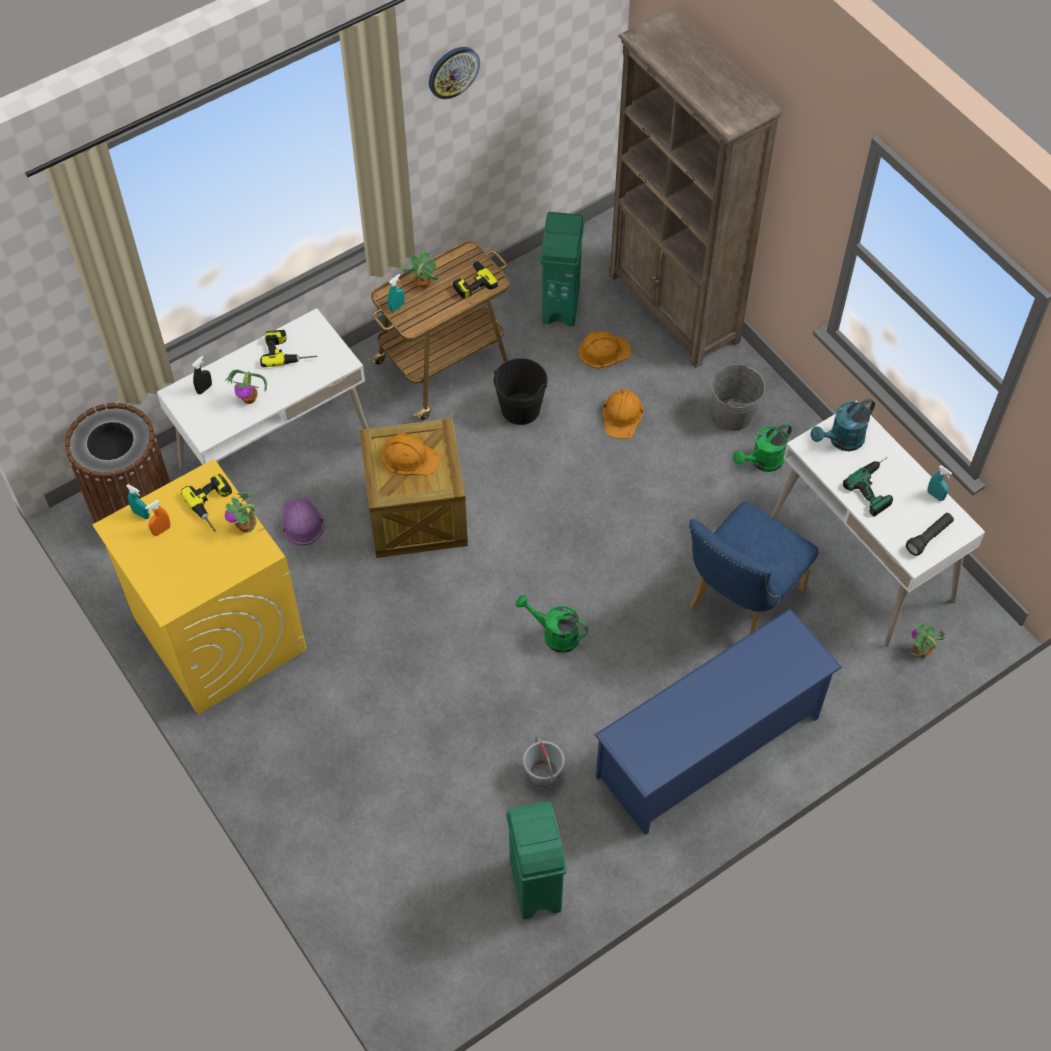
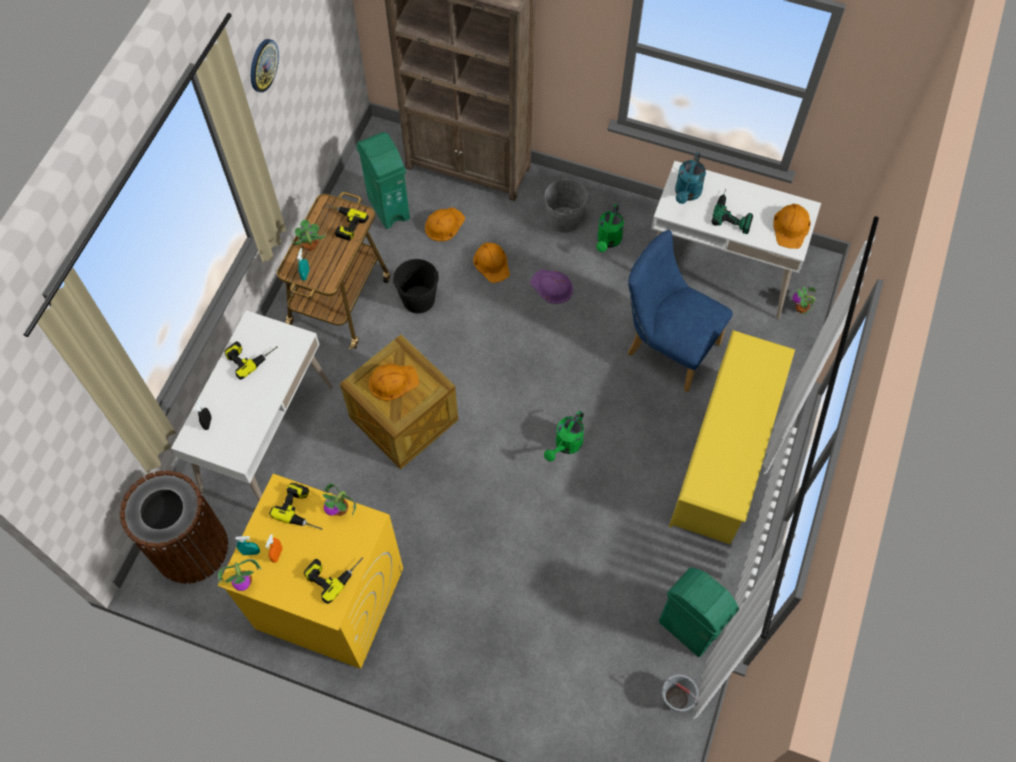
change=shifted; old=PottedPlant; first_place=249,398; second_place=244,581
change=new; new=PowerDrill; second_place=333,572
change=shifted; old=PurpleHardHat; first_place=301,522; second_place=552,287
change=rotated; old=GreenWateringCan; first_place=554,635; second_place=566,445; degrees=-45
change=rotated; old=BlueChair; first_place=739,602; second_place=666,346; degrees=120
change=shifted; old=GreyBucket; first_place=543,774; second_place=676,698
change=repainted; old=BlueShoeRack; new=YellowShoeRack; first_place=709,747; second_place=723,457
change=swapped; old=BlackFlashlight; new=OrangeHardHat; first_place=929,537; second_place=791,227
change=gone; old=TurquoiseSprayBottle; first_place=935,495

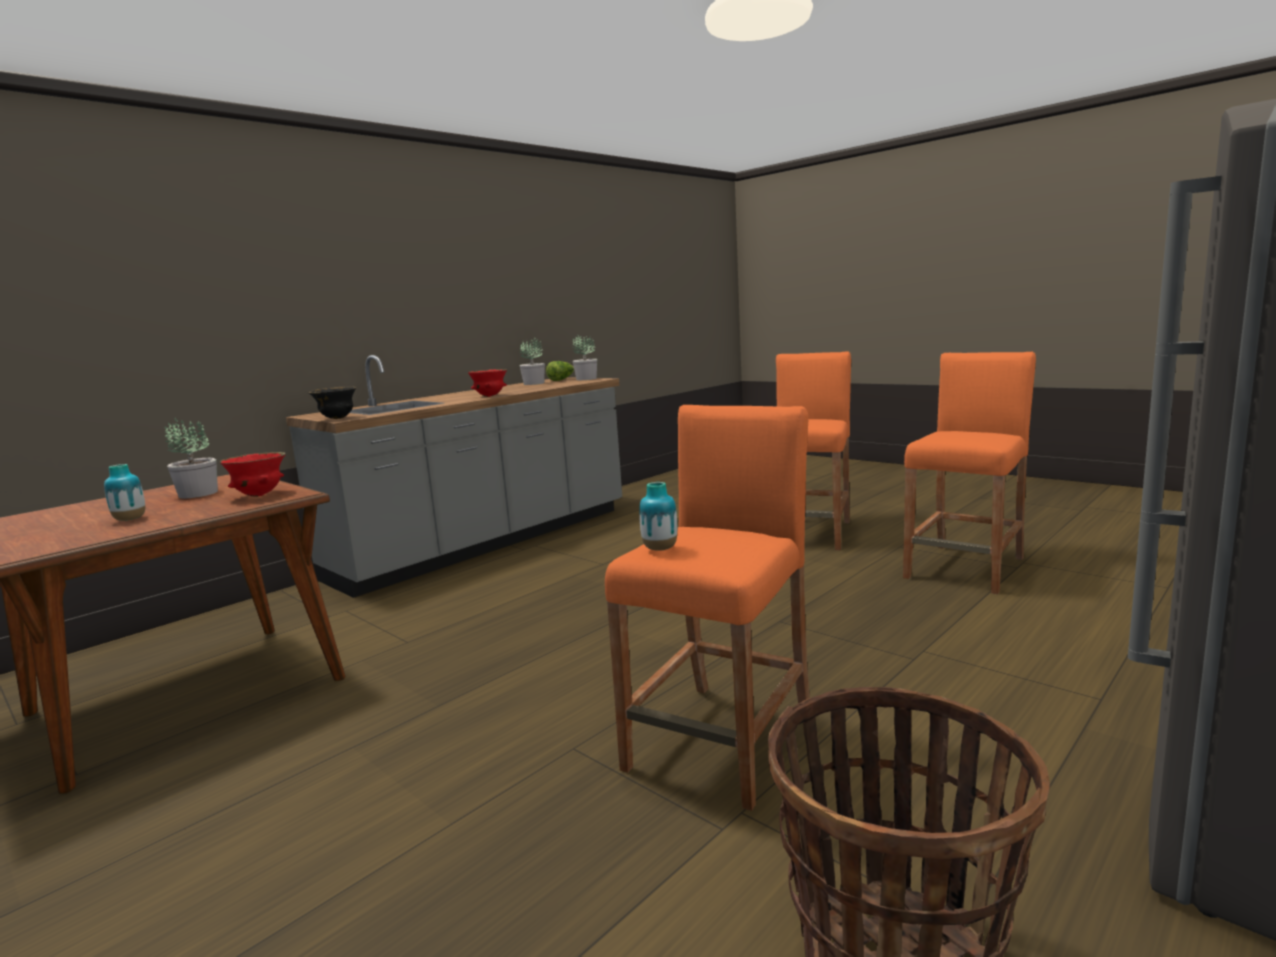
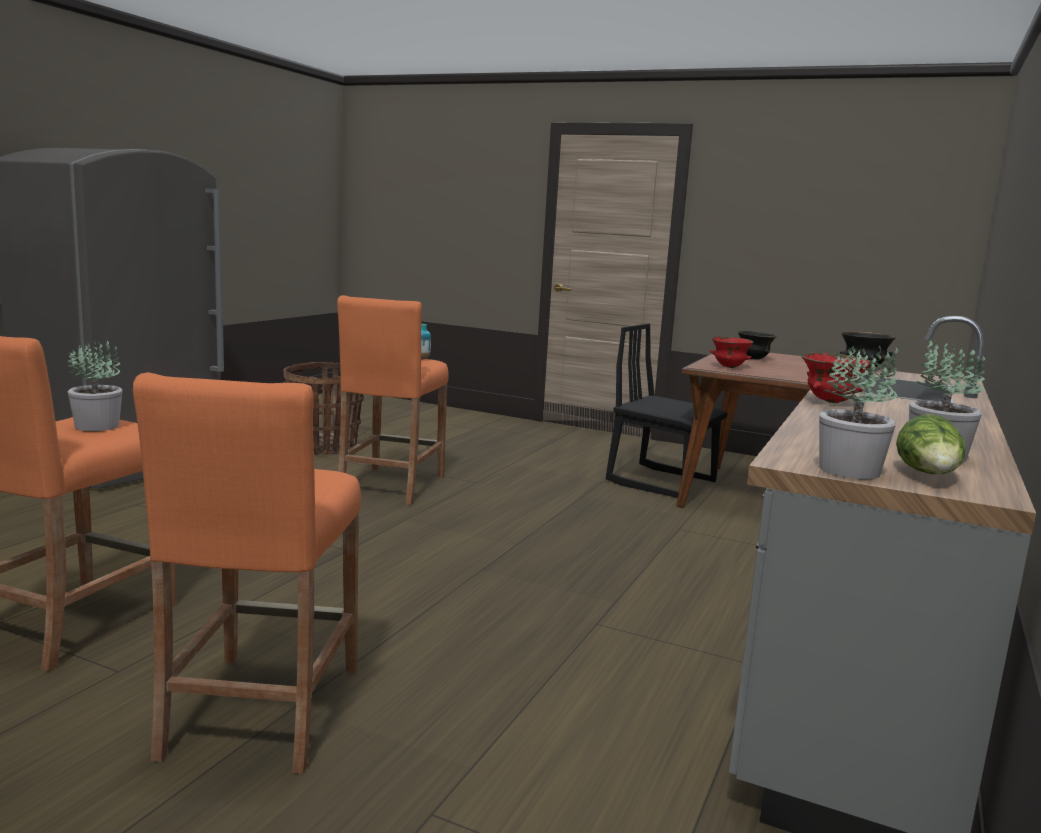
change=shifted; old=PottedPlant; first_place=197,494; second_place=98,426
change=new; new=BlackChair; second_place=661,482
change=swapped; old=Vase; new=BlackBowl; first_place=130,519; second_place=753,359

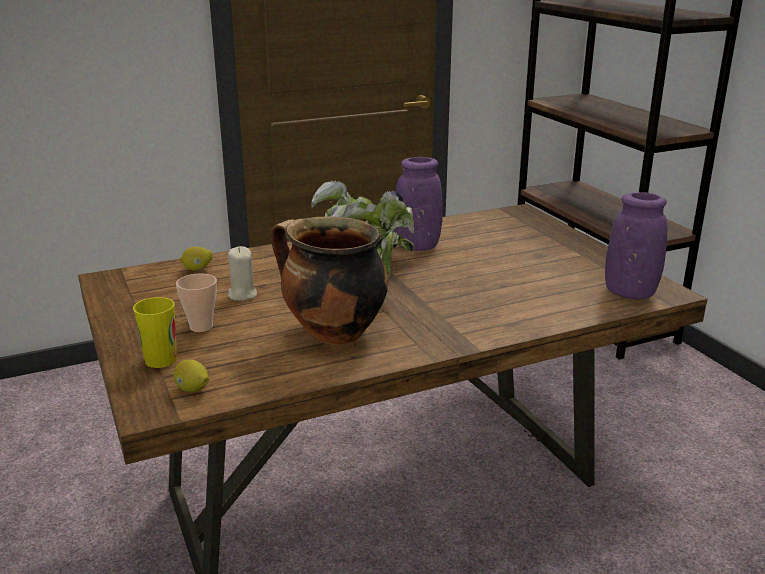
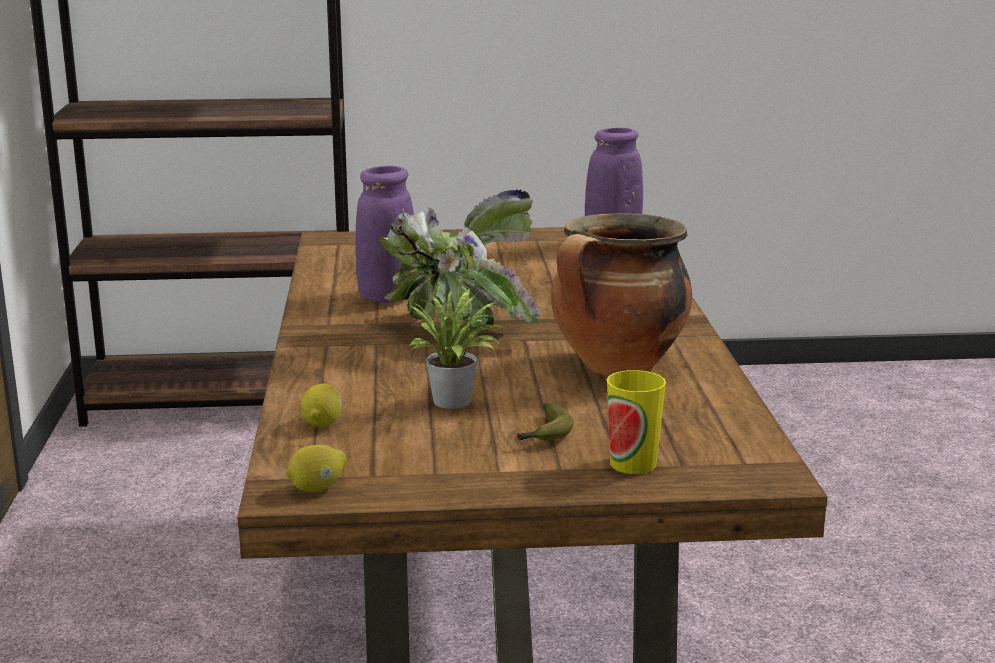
change=shifted; old=Lemon; first_place=192,390; second_place=317,488
change=swapped; old=BeigeCandle; new=PottedPlant; first_place=242,295; second_place=455,403
change=swapped; old=Cup; new=Banana; first_place=201,327; second_place=545,434

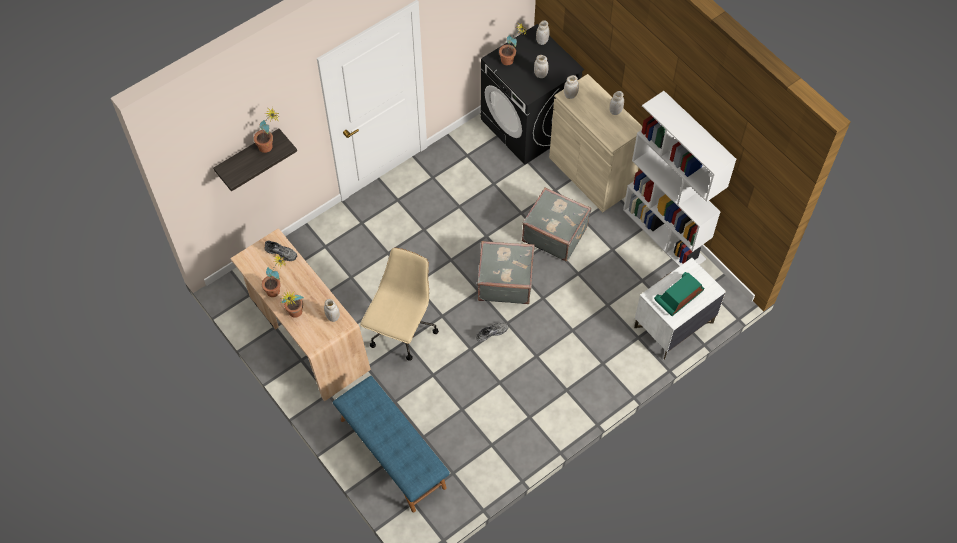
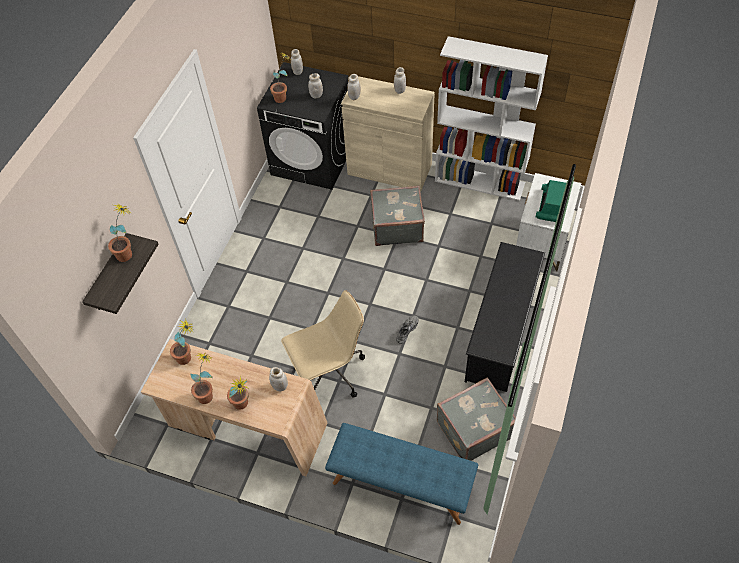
change=swapped; old=GreyShoe; new=PottedPlant; first_place=281,252; second_place=188,358
change=rotated; old=BeigeOfficeChair; first_place=401,330; second_place=329,374; degrees=75
change=shifted; old=GreySuitcase; first_place=504,281; second_place=473,429
change=new; new=BlackShoeRack; second_place=501,333

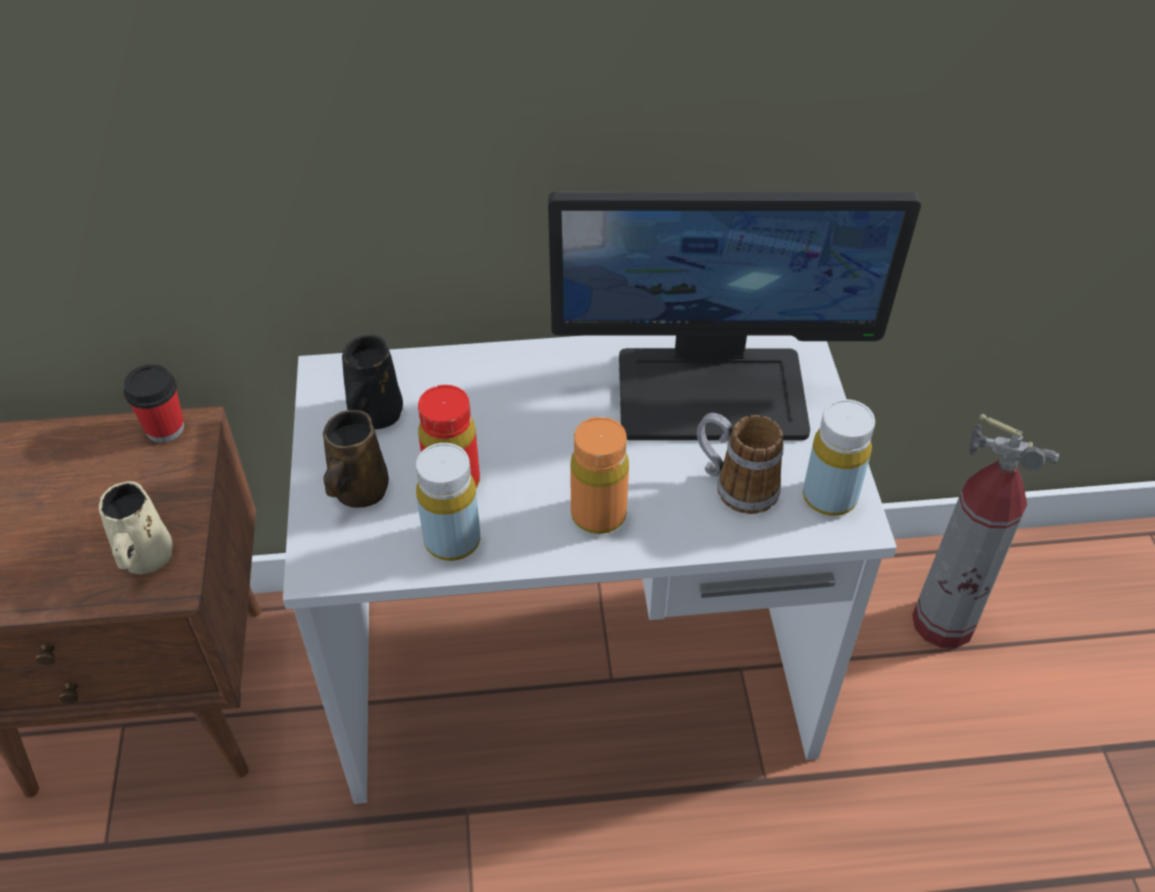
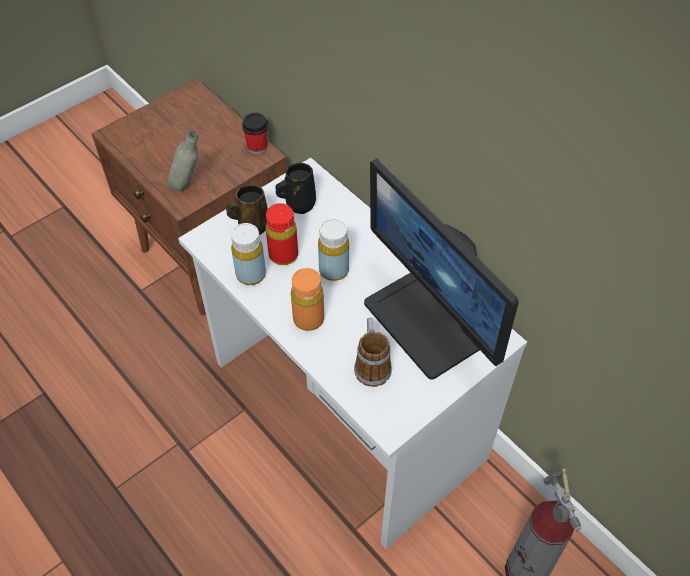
change=swapped; old=BeigeMug; new=GreyBottle; first_place=145,558; second_place=188,187
change=shifted; old=YellowBottle; first_place=829,497; second_place=334,270

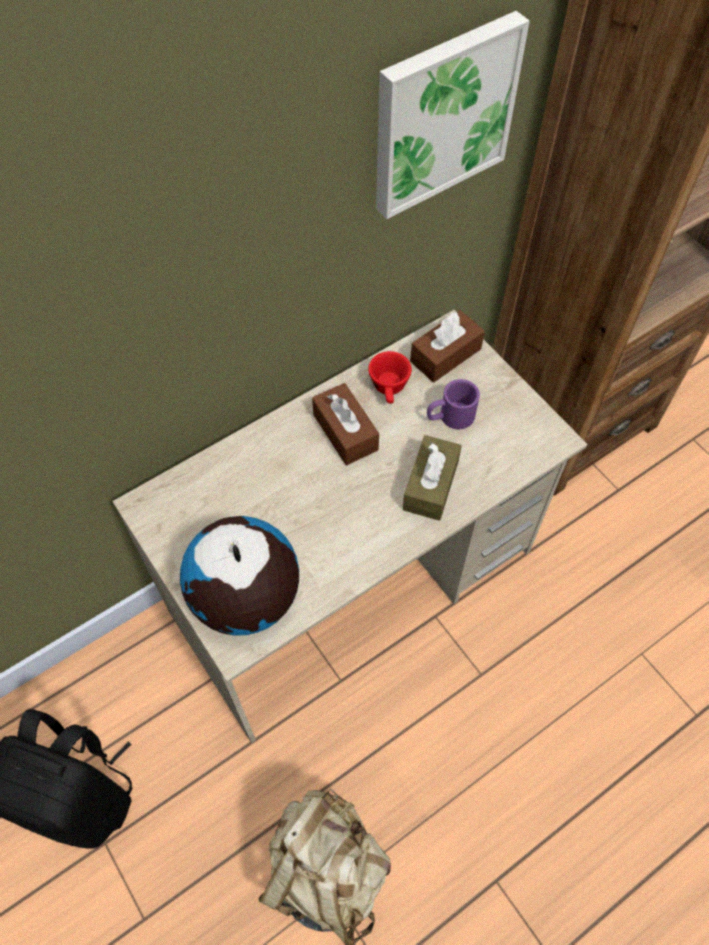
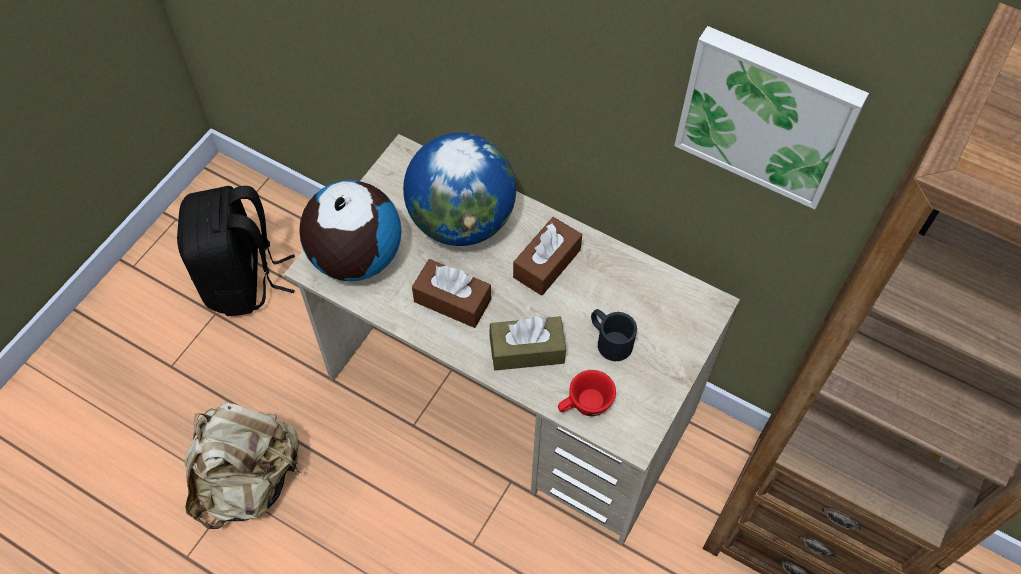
change=new; new=Globe; second_place=462,221
change=shifted; old=BrownTissueBox; first_place=445,355; second_place=452,300
change=shifted; old=RedCup; first_place=389,389; second_place=584,405
change=repainted; old=PurpleMug; new=BlackMug; first_place=450,417; second_place=609,340

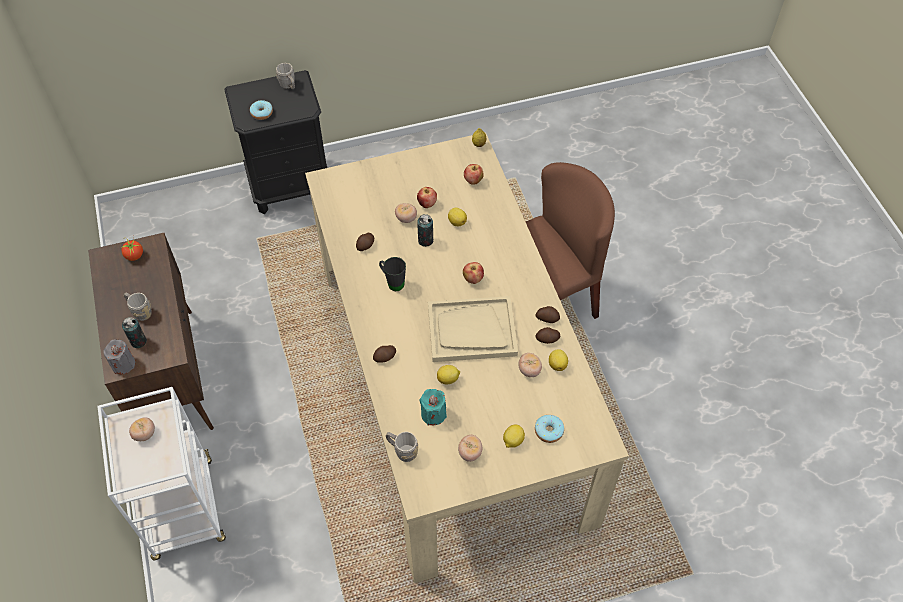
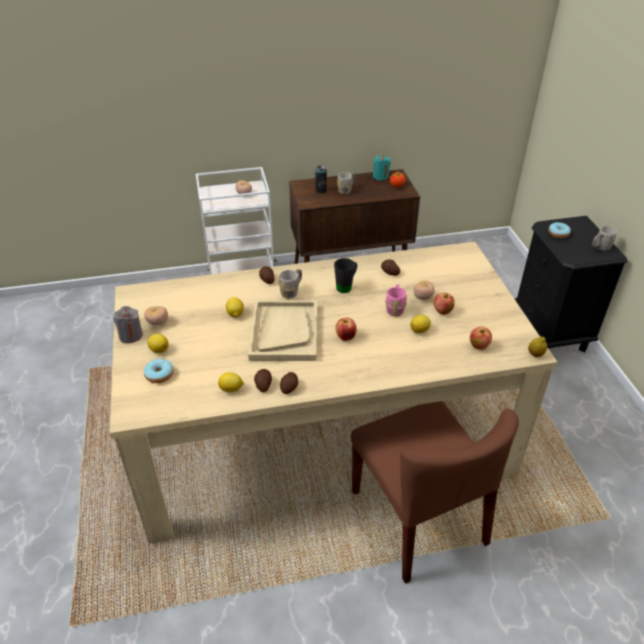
change=shifted; old=GreyCandle; first_place=123,364; second_place=131,335
change=shifted; old=GreyMug; first_place=402,451; second_place=292,291
change=shifted; old=TurquoiseCandle; first_place=433,414; second_place=380,176
change=swapped; old=Can; new=PinkMug; first_place=425,240; second_place=395,308
change=gone; old=Tomato; first_place=529,370

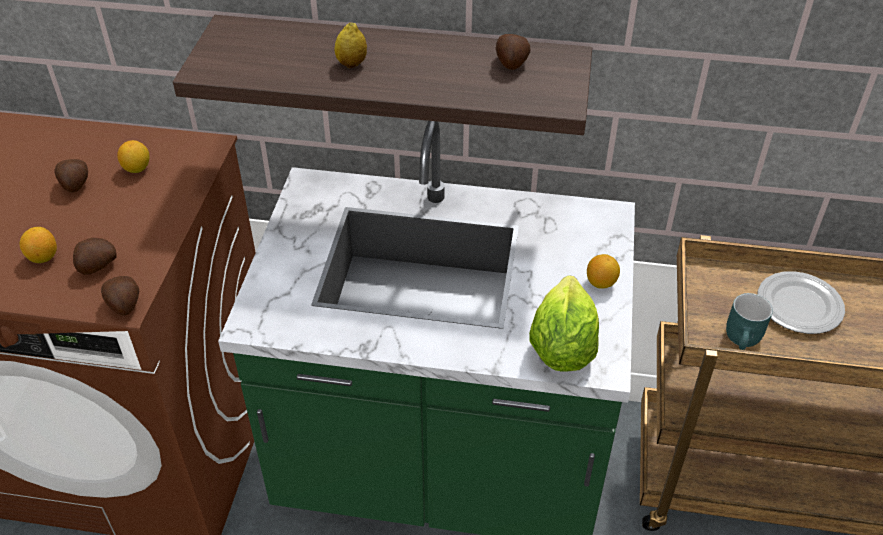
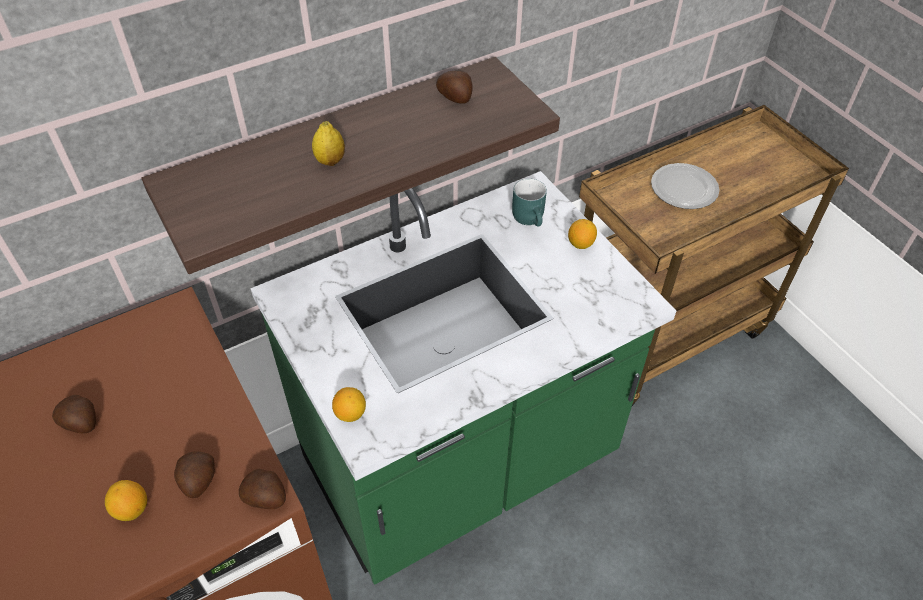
change=shifted; old=Lemon; first_place=137,168; second_place=350,413
change=shifted; old=TurquoiseMug; first_place=745,340; second_place=531,219
change=gone; old=Lettuce; first_place=561,348

